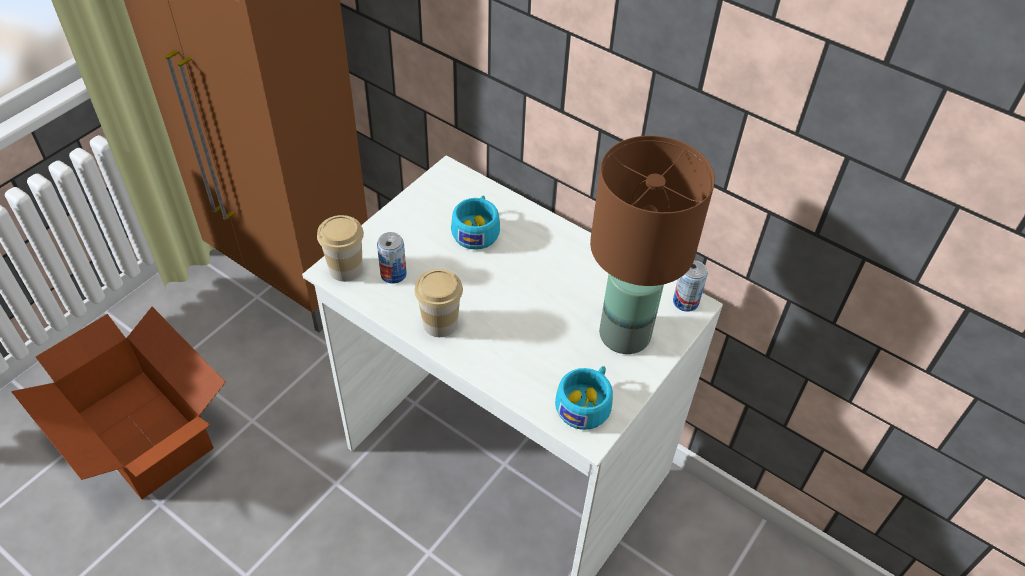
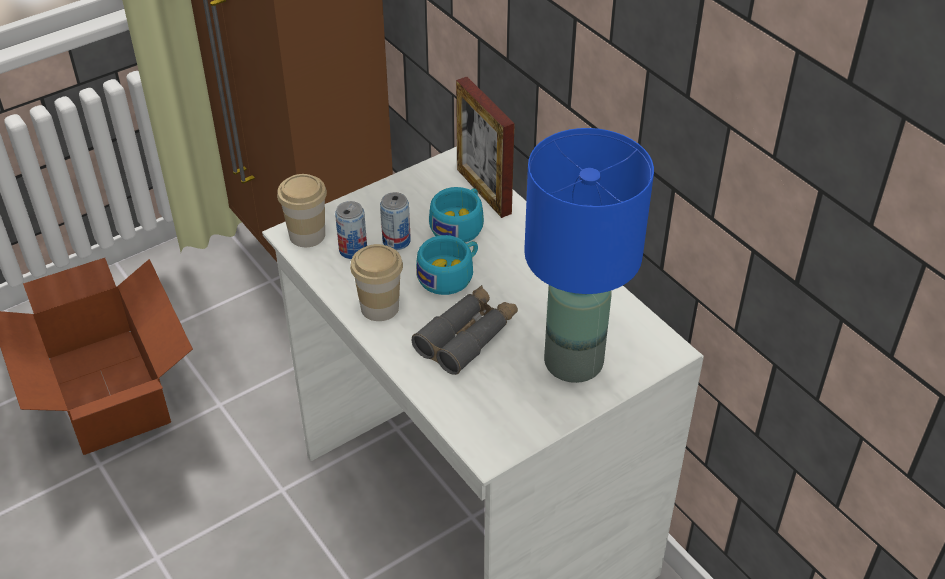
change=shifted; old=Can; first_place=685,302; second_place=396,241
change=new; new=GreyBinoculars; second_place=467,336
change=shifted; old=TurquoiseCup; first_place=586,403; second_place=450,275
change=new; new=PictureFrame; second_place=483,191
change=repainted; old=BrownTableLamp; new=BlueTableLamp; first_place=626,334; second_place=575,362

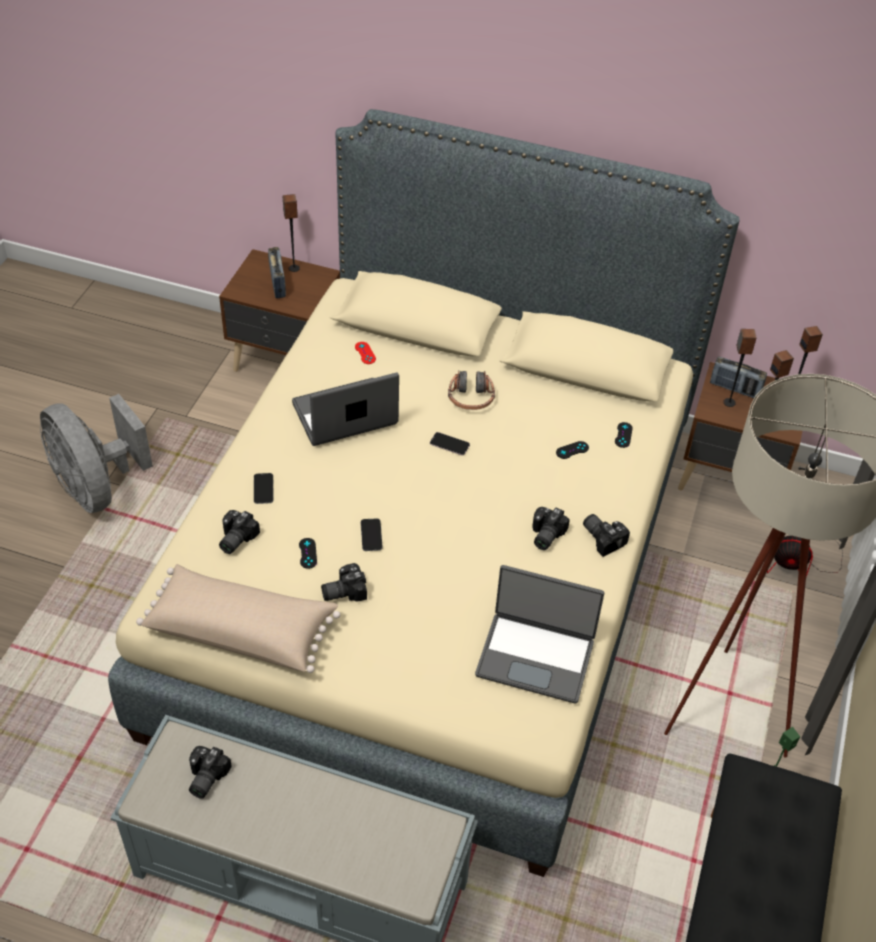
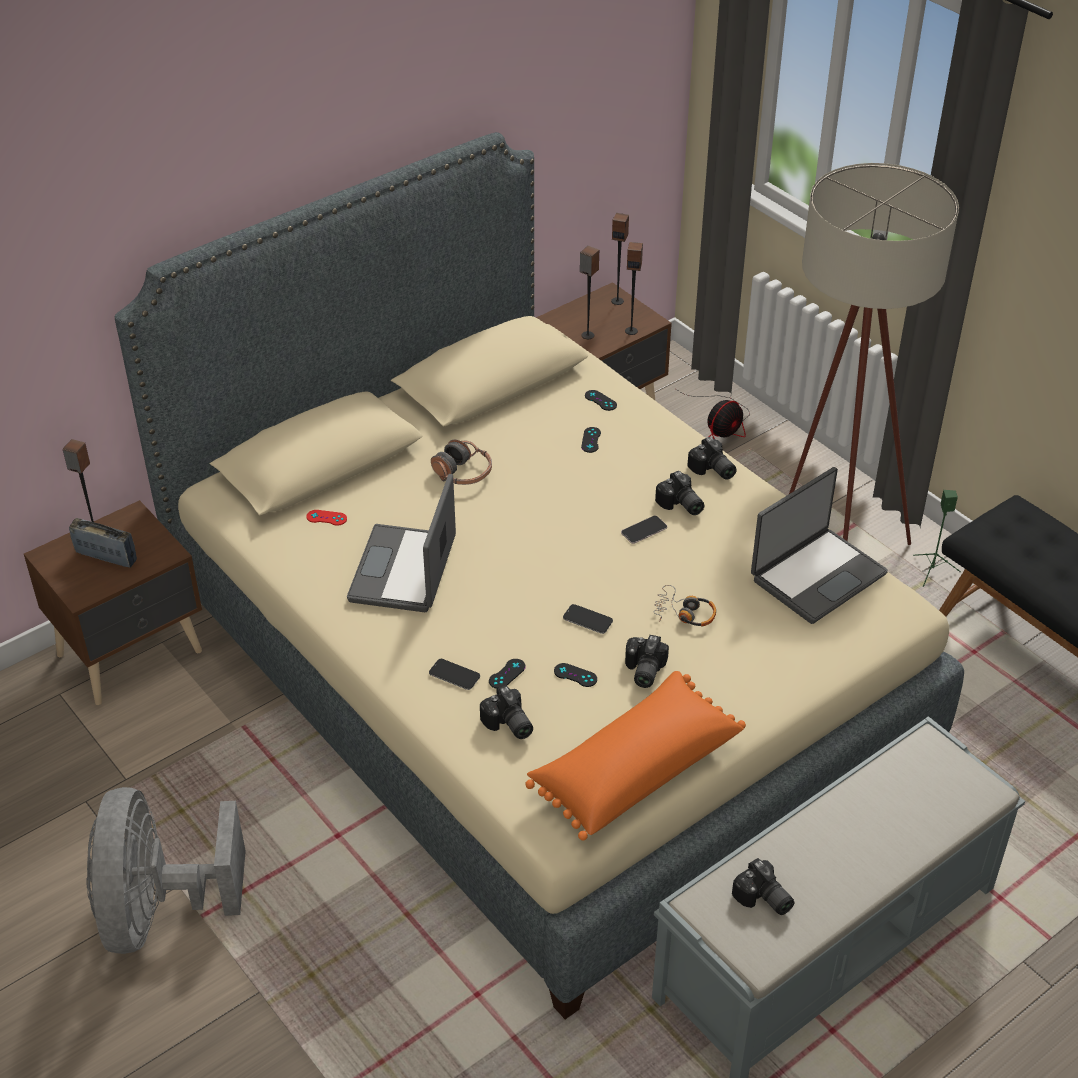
change=rotated; old=GreyFan; first_place=97,487; second_place=159,911; degrees=90
change=new; new=BlackGameController; second_place=507,674
change=repainted; old=BeigePillow; new=OrangePillow; first_place=241,629; second_place=634,769
change=shifted; old=Phone; first_place=449,444; second_place=644,530
change=new; new=Headphones; second_place=684,613
change=rotated; old=PhotoCamera; first_place=603,537; second_place=712,470; degrees=-120
change=gone; old=Radio; first_place=735,389

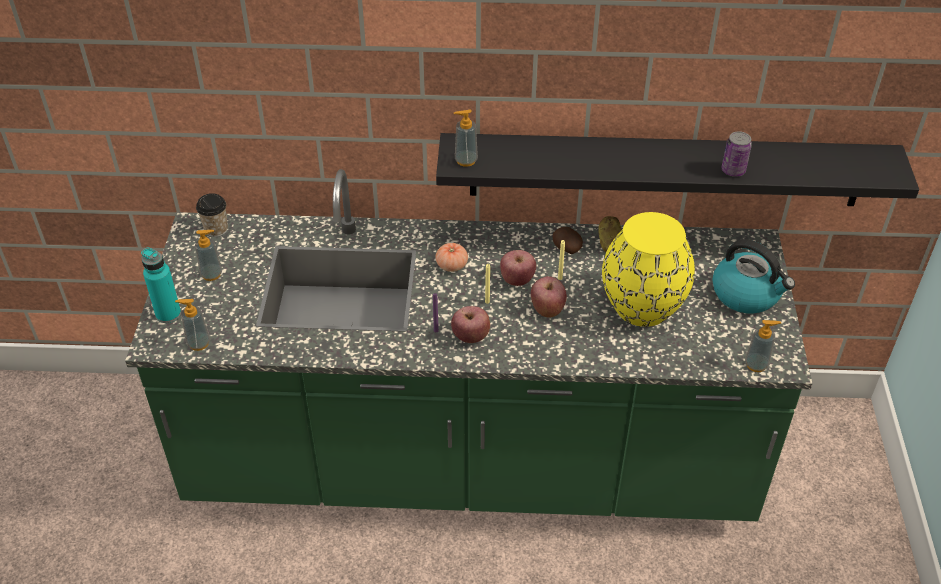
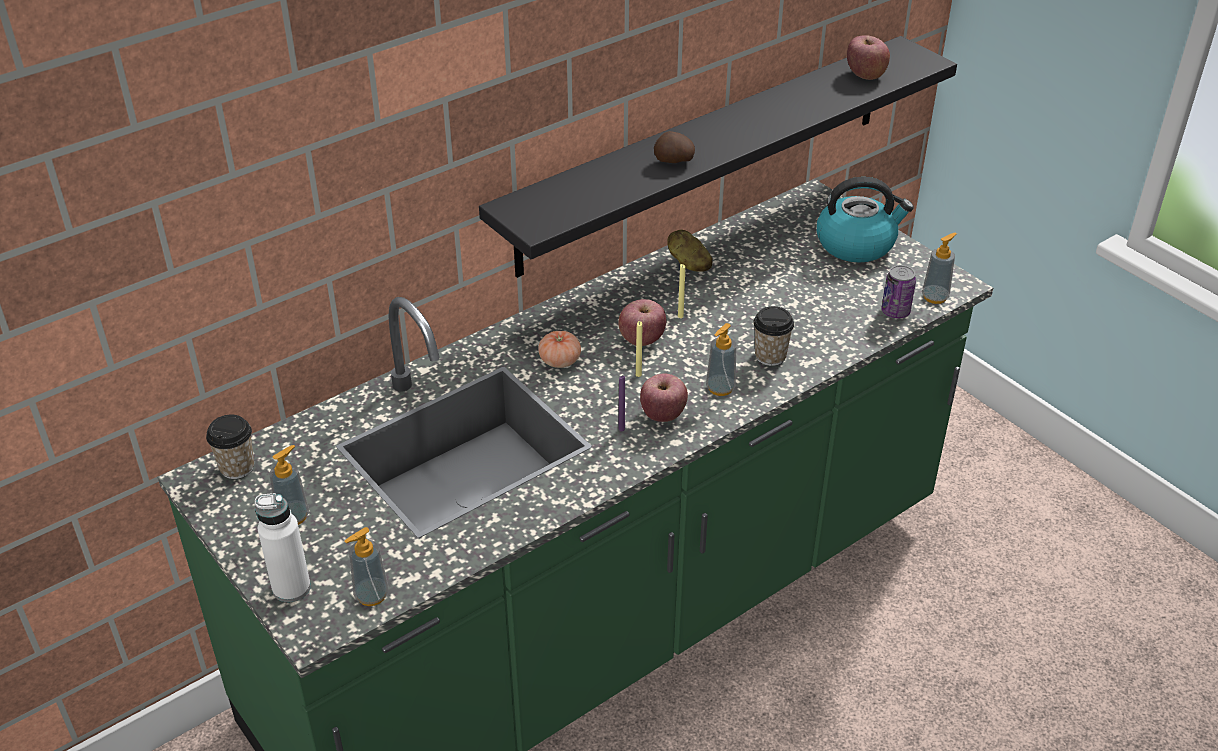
change=repainted; old=TurquoiseBottle; new=WhiteBottle; first_place=168,314; second_place=291,588
change=shifted; old=Potato; first_place=566,248; second_place=673,161
change=shifted; old=SoapDispenser; first_place=466,160; second_place=720,388
change=new; new=Cup; second_place=770,356
change=shifted; old=Apple; first_place=547,309; second_place=865,75
change=shifted; old=Can; first_place=733,170; second_place=895,312
change=gone; old=YellowVase; first_place=642,306

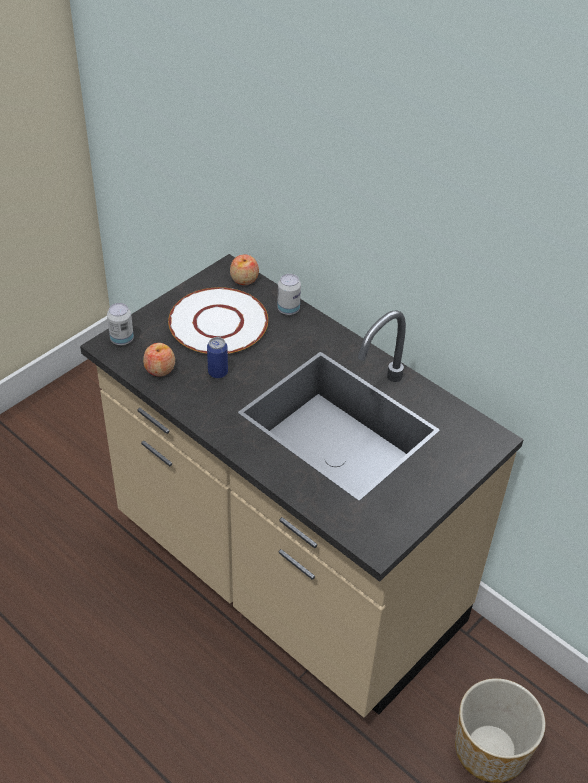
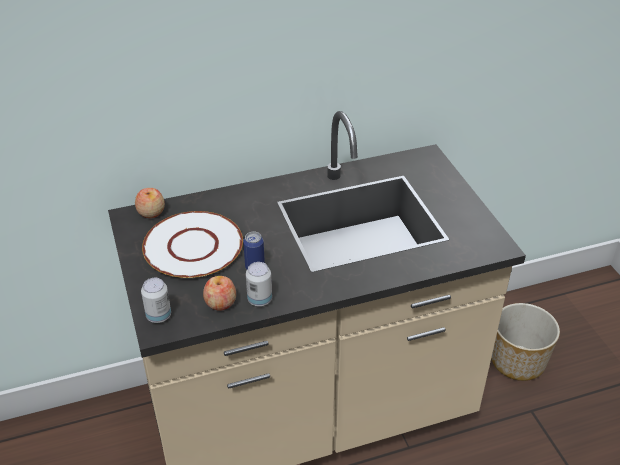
change=shifted; old=Can; first_place=288,309; second_place=259,299

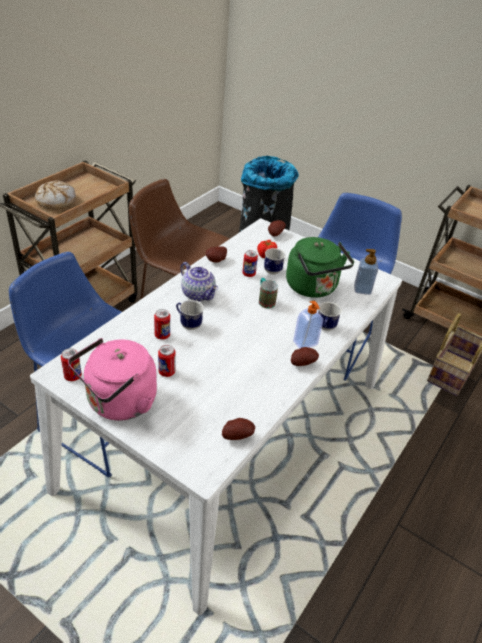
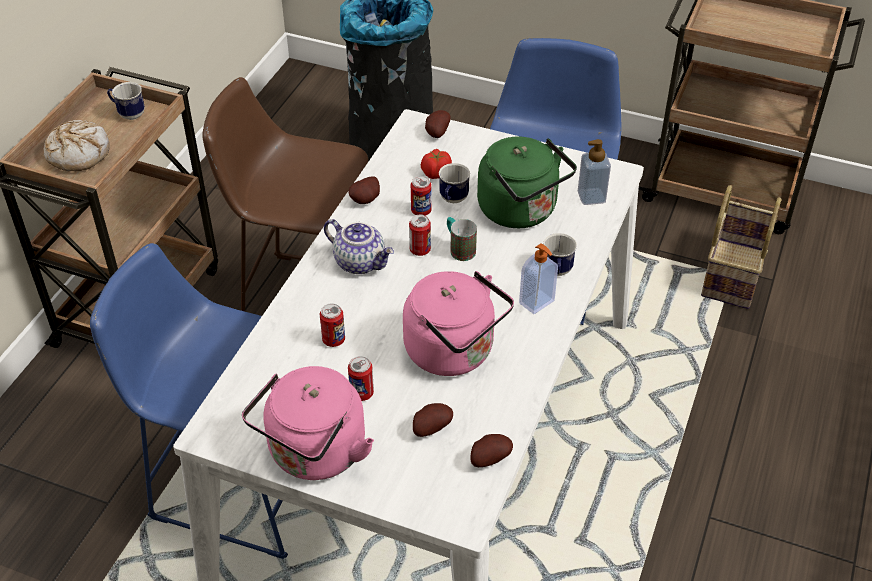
change=shifted; old=Mug; first_place=188,324; second_place=128,114
change=new; new=PinkKettle; second_place=454,352
change=shifted; old=Can; first_place=73,376; second_place=420,250
change=shifted; old=Potato; first_place=302,363; second_place=430,428

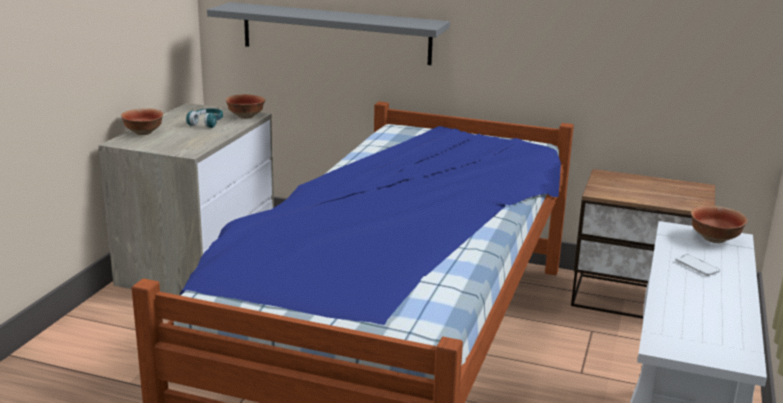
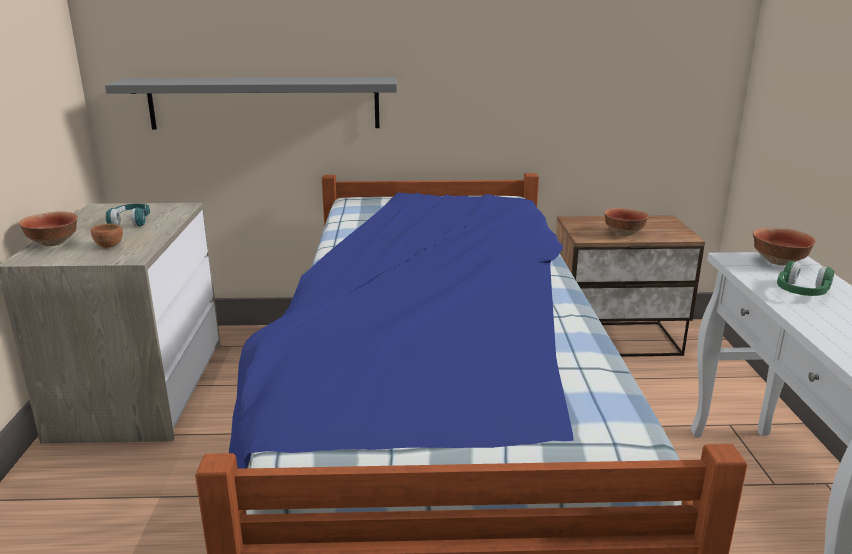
change=new; new=BrownCup; second_place=107,245
change=shifted; old=Bowl; first_place=246,116; second_place=623,233
change=swapped; old=Phone; new=GreenHeadphones; first_place=696,266; second_place=801,292

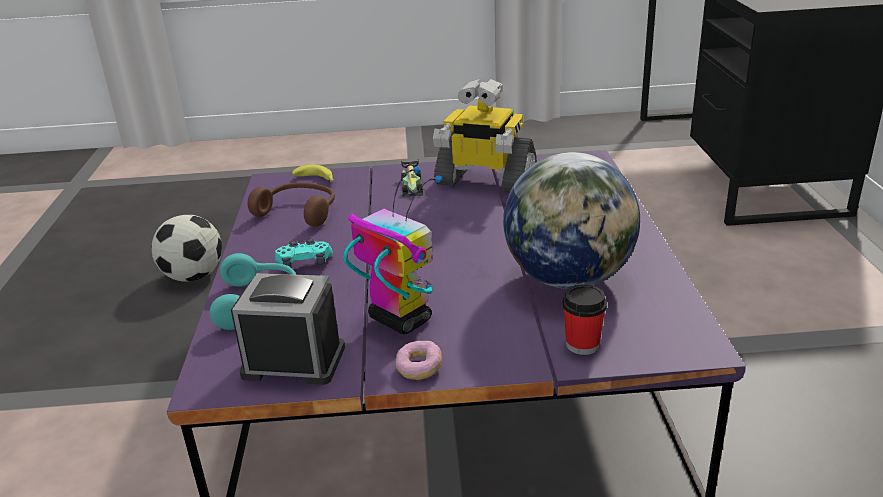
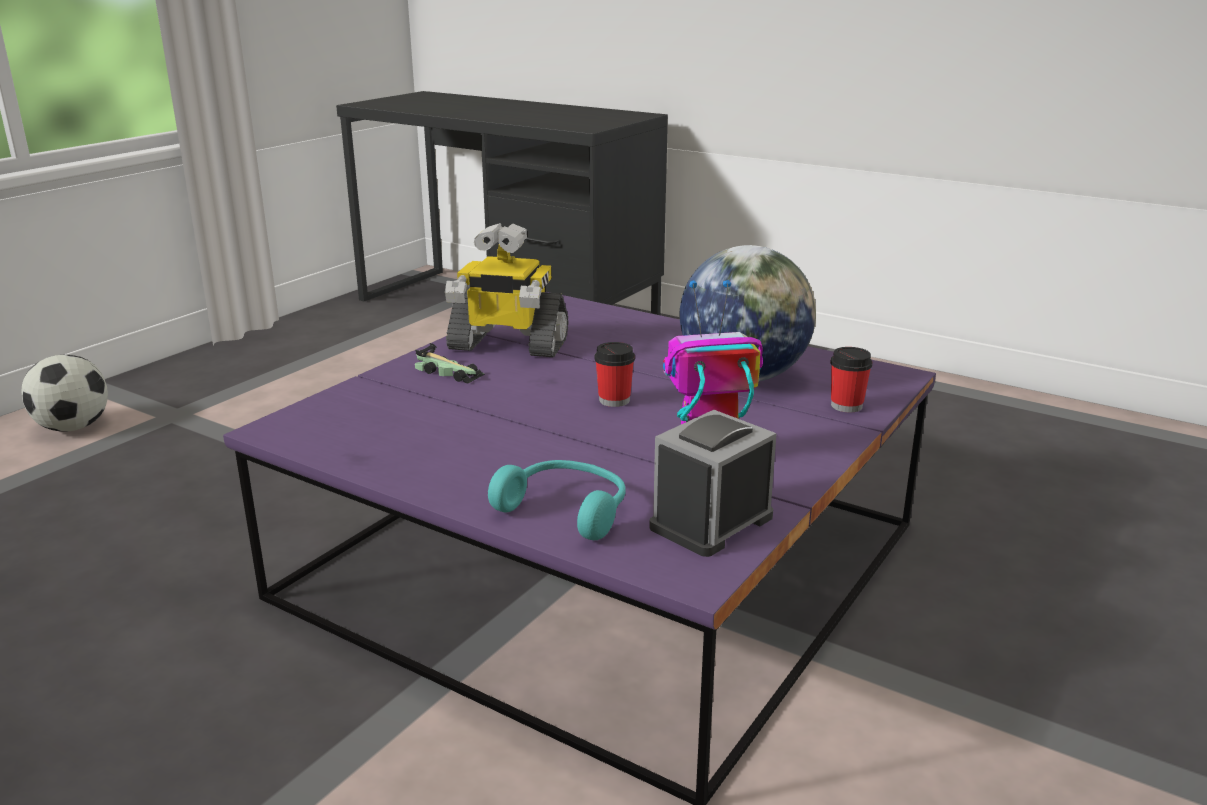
change=shifted; old=Football; first_place=193,276; second_place=73,427
change=rotated; old=ToyRobot; first_place=484,180; second_place=507,345; degrees=45
change=new; new=Cup; second_place=614,400
change=gone; old=BrownHeadphones; first_place=299,212
change=gone; old=TurquoiseGameController; first_place=304,263
change=gone; old=Banana; first_place=317,180
change=gone; old=Donut; first_place=419,368

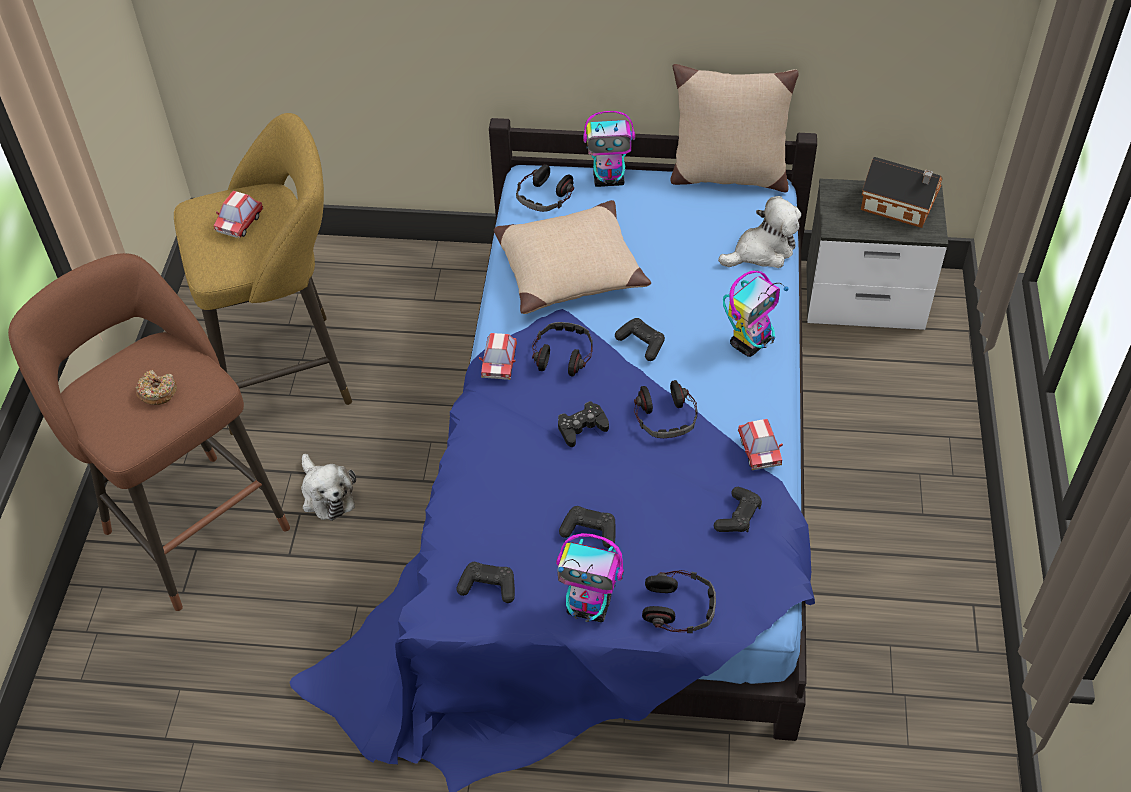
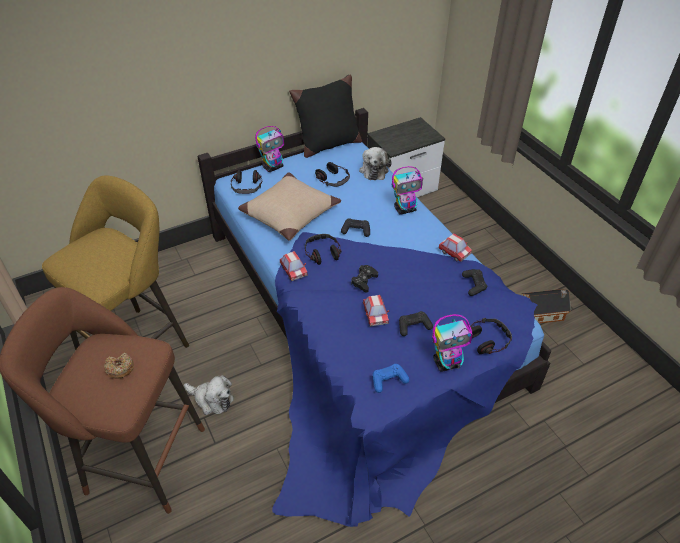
change=repainted; old=BeigePillow; new=BlackPillow; first_place=727,175; second_place=328,145
change=shifted; old=Headphones; first_place=666,417; second_place=333,179
change=rotated; old=PlushToy; first_place=762,251; second_place=374,170; degrees=150
change=shifted; old=ToyCar; first_place=240,223; second_place=375,315
change=repainted; old=BlackGameController; new=BlueGameController; first_place=488,586; second_place=388,380
change=rotated; old=ToyRobot; first_place=750,343; second_place=405,209; degrees=60
change=shifted; old=ToyHouse; first_place=900,207; second_place=543,313

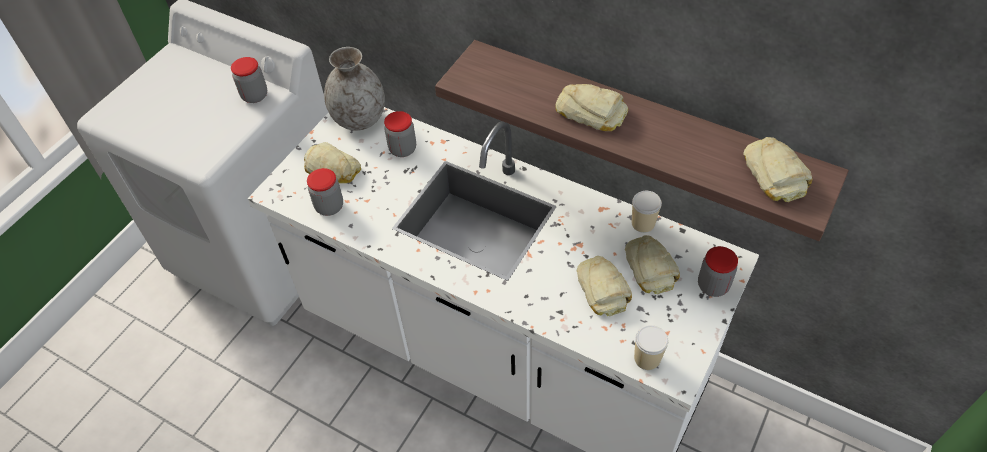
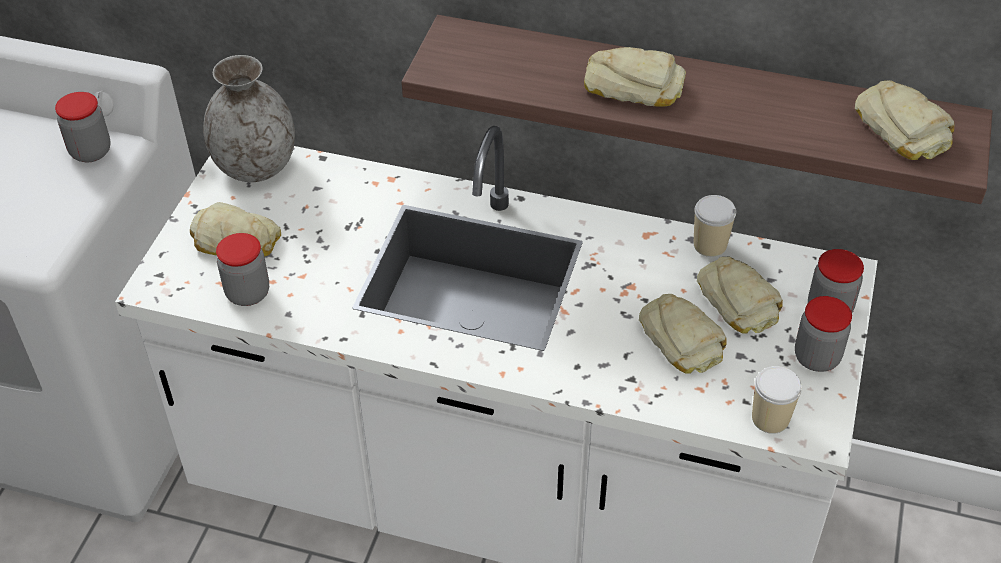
change=shifted; old=Jar; first_place=403,149; second_place=816,357

